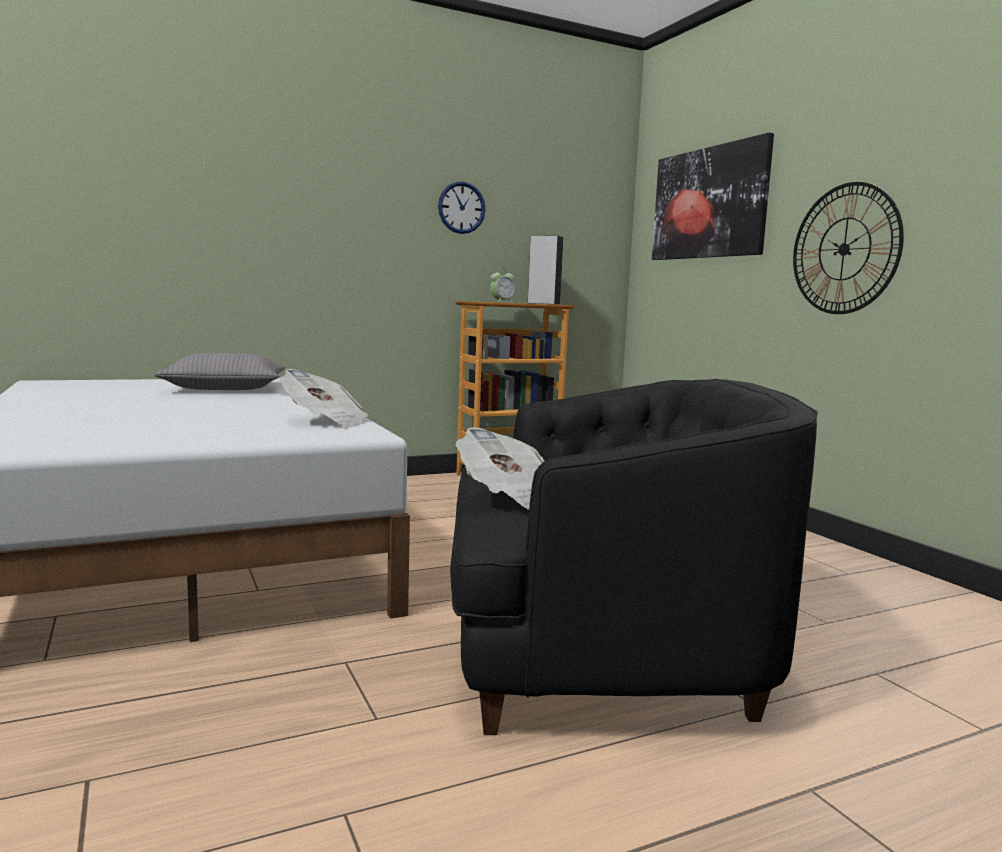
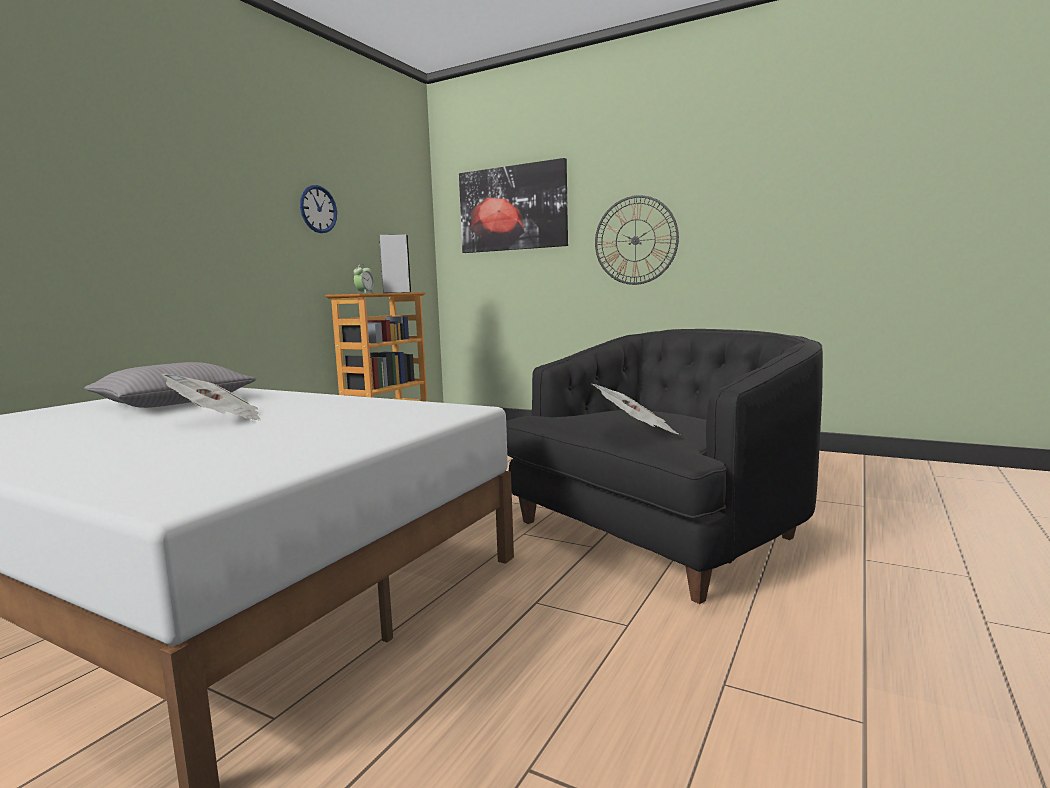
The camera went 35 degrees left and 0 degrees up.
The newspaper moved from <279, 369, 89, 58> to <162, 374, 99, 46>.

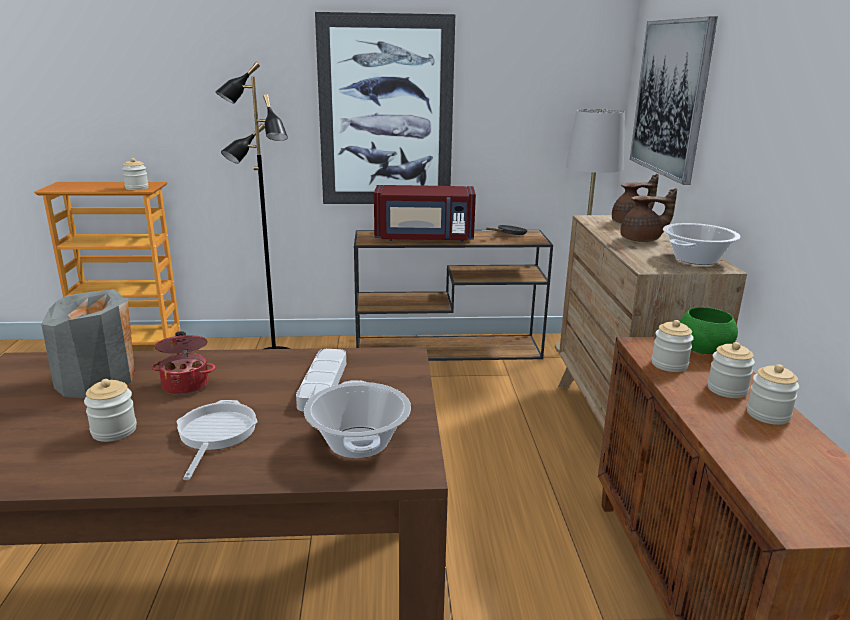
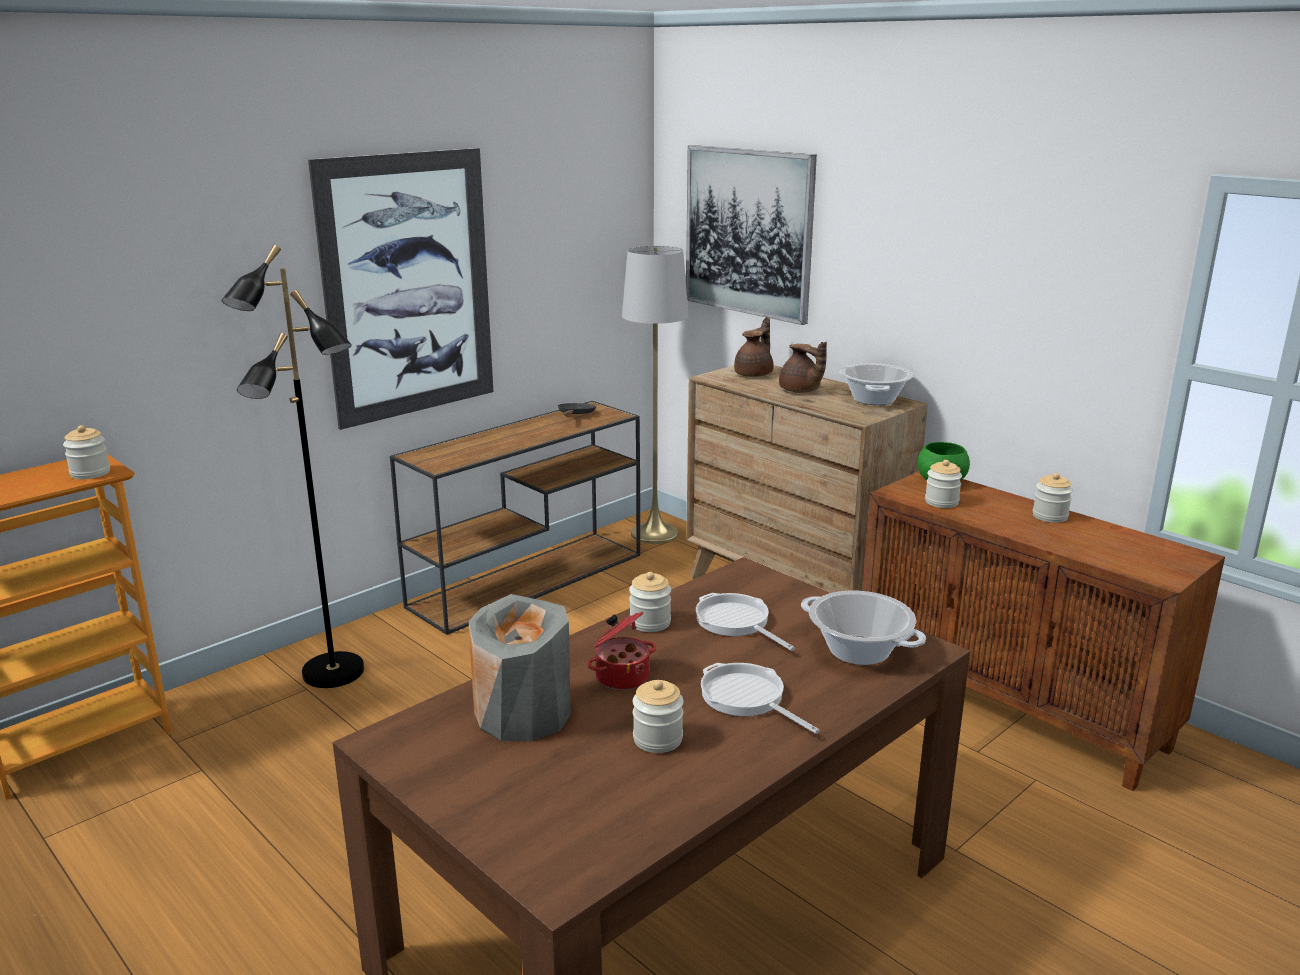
The camera went 40 degrees left and 0 degrees up.
The grey_tray at <296, 349, 50, 63> was replaced by the frying_pan at <696, 593, 99, 58>.
The red_microwave at <374, 185, 102, 57> disappeared.
The brown_teapot at <620, 188, 57, 54> turned 90 degrees clockwise.
The jar moved from <707, 342, 48, 56> to <629, 572, 42, 60>.

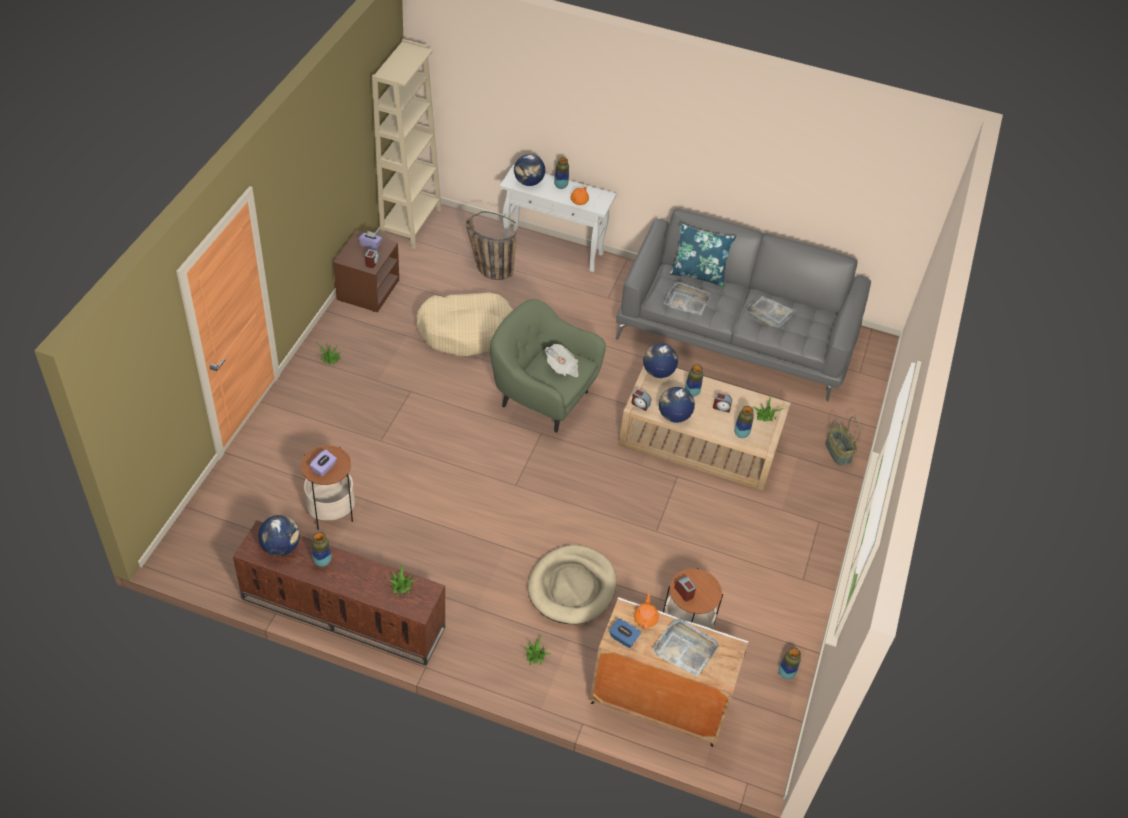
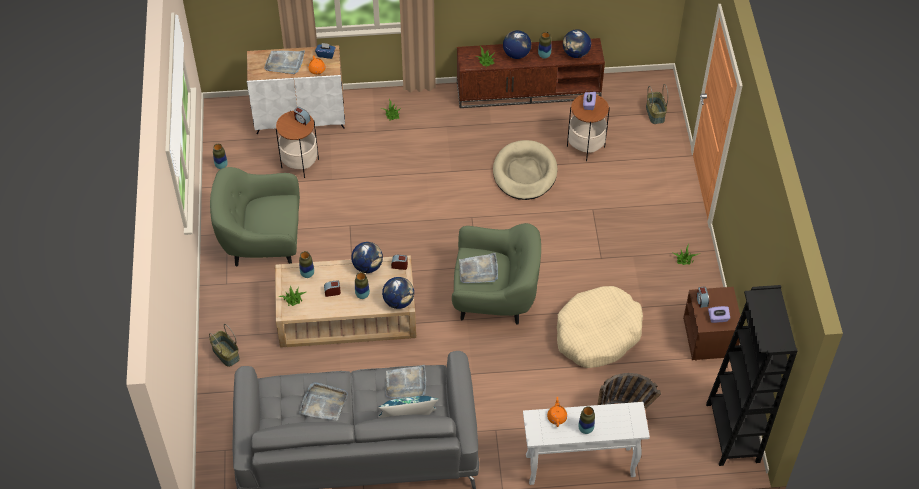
The camera went 160 degrees right and 5 degrees up.
The beige_bookcase at <372, 39, 70, 210> became the black_bookcase at <706, 285, 92, 181>.
The globe moved from <514, 154, 31, 32> to <503, 30, 28, 29>.
The beige_dog_bed moved from <528, 545, 88, 79> to <493, 140, 65, 60>.
The newspaper at <545, 344, 33, 33> was replaced by the grey_tray at <459, 253, 39, 30>.
The green_armchair at <210, 167, 90, 99> appeared.
The basket at <646, 84, 22, 40> appeared.

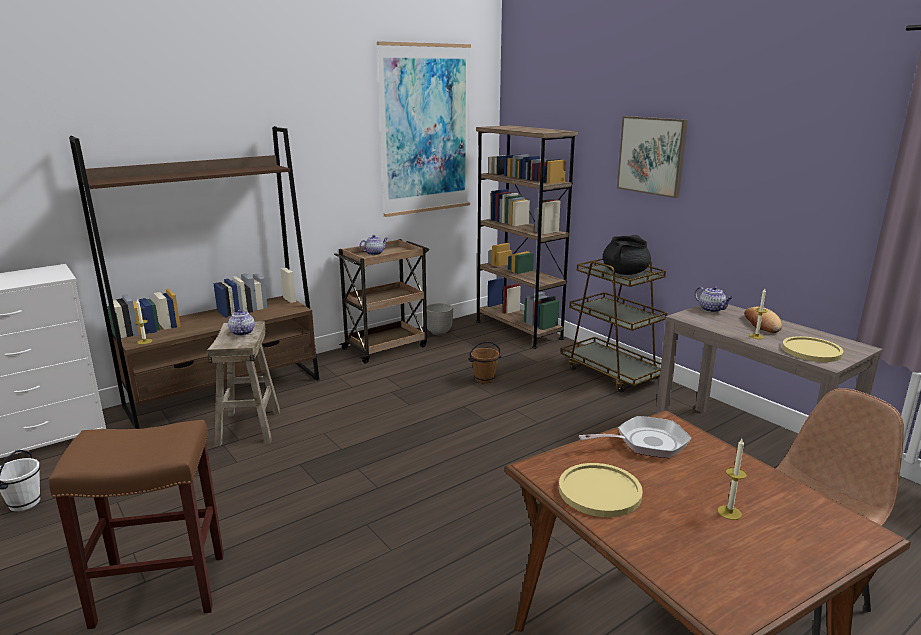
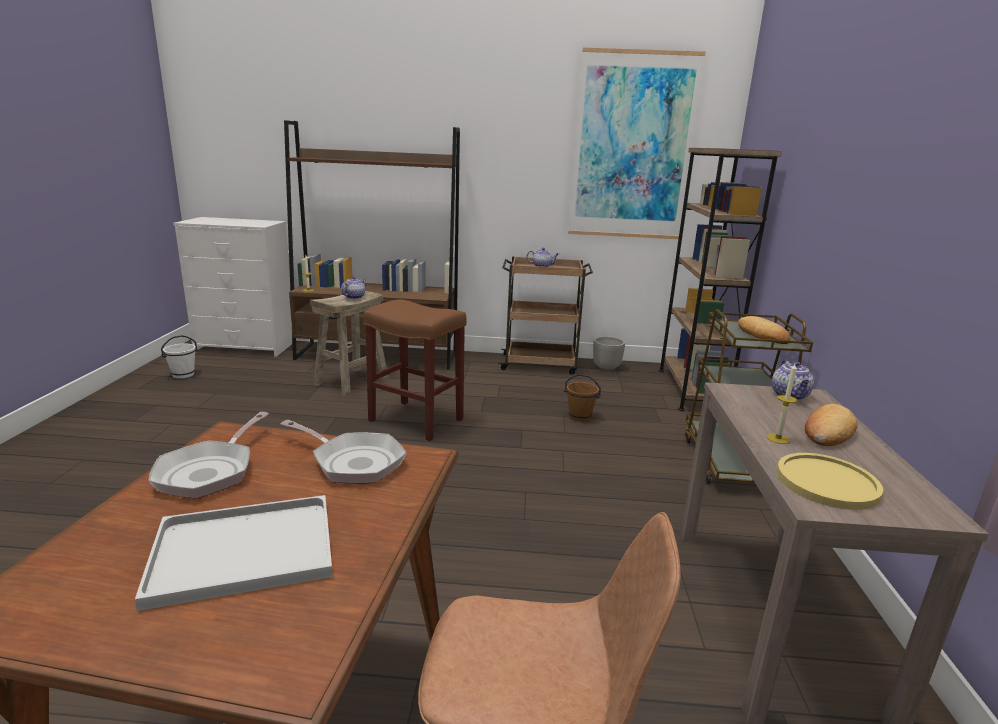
The camera went 40 degrees right and 0 degrees up.
The brown_stool moved from <49, 420, 175, 209> to <363, 300, 104, 141>.
The yellow_plate at <559, 463, 84, 54> was replaced by the frying_pan at <148, 412, 121, 87>.
The black_cooking_pot at <603, 235, 48, 40> was replaced by the bread at <738, 316, 52, 28>.
The picture at <617, 116, 71, 82> disappeared.
The candle at <718, 439, 29, 81> was replaced by the white_tray at <135, 495, 198, 116>.

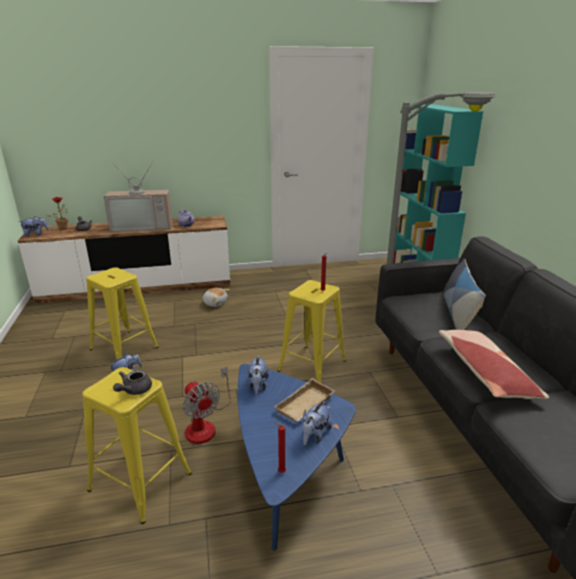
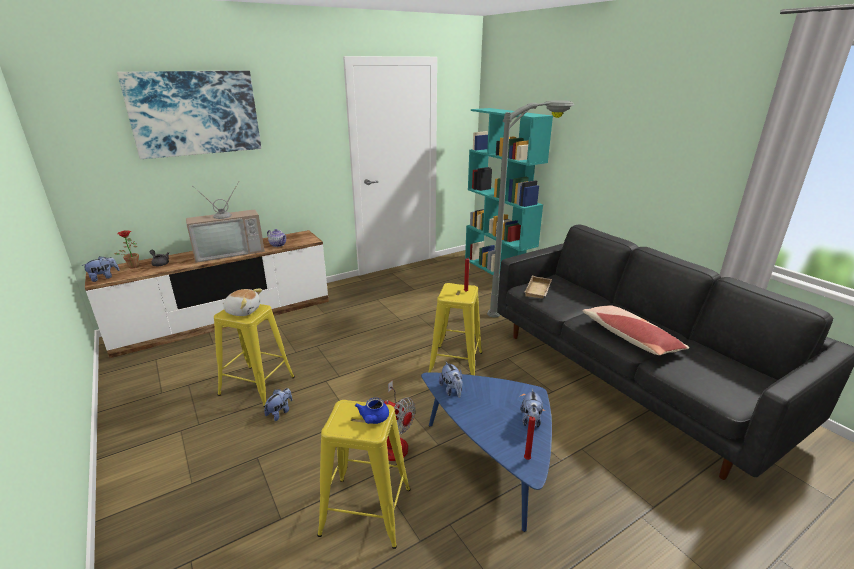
The camera went 20 degrees left and 0 degrees up.
The grey_teapot at <113, 370, 39, 25> became the blue_teapot at <355, 398, 34, 26>.
The plush_toy moved from <203, 288, 27, 19> to <223, 289, 39, 27>.
The beige_tray moved from <274, 378, 61, 44> to <525, 276, 27, 22>.
The pillow at <442, 258, 44, 72> disappeared.
The picture at <117, 71, 144, 88> appeared.

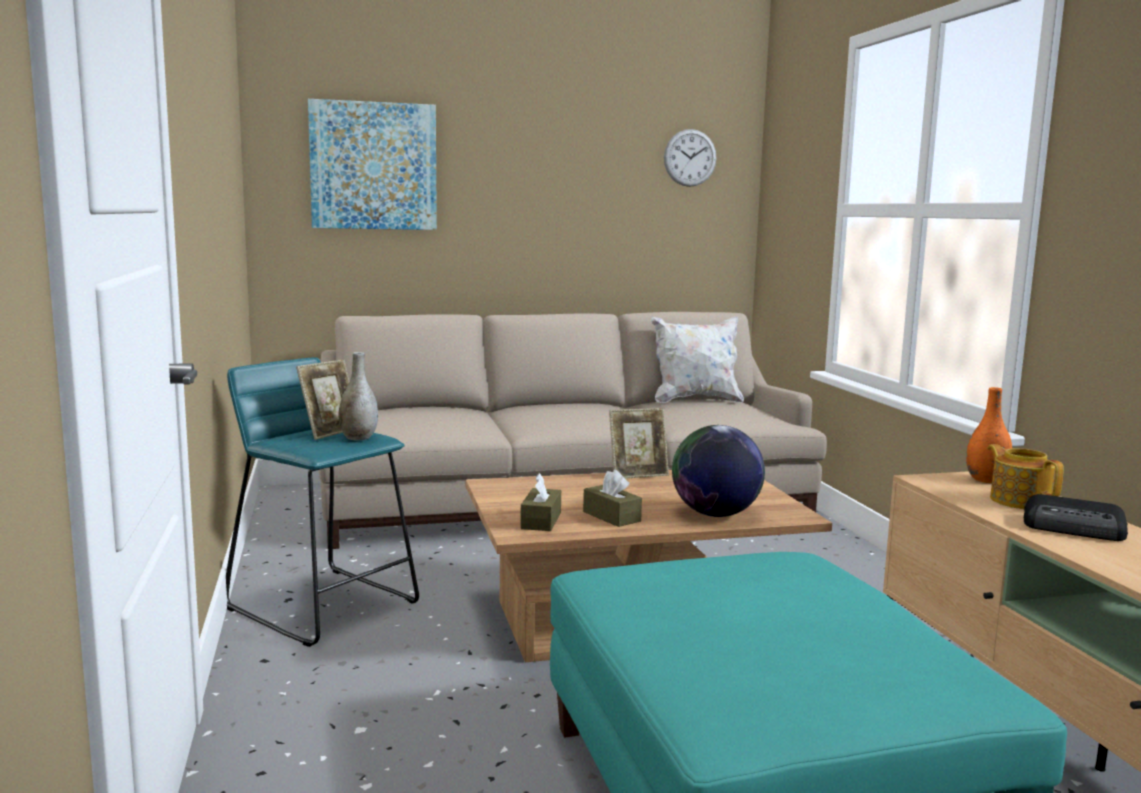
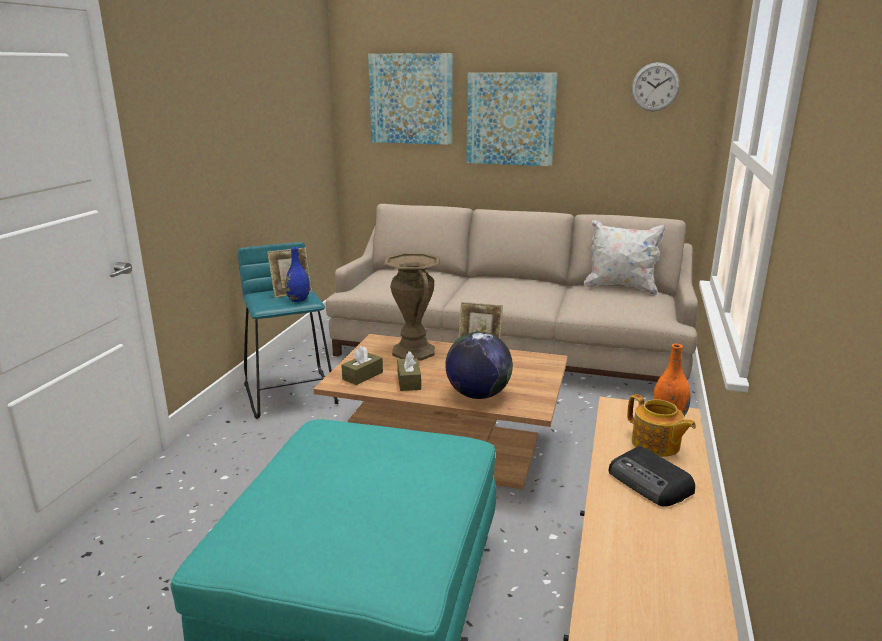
The camera went 30 degrees right and 10 degrees up.
The grey_vase at <338, 352, 40, 88> became the blue_vase at <285, 247, 25, 55>.
The teapot at <988, 444, 76, 65> turned 135 degrees clockwise.
The brown_vase at <384, 253, 56, 108> appeared.
The picture at <466, 73, 92, 93> appeared.

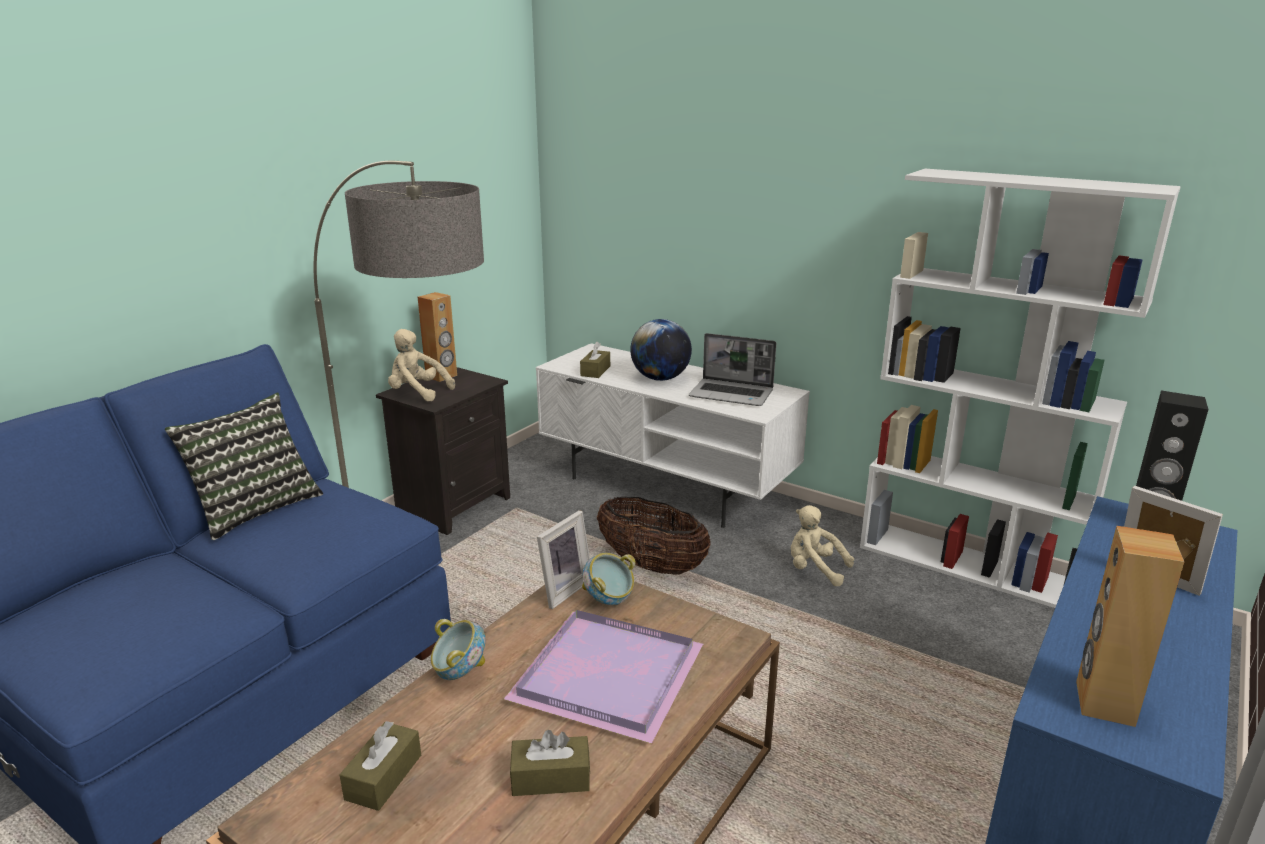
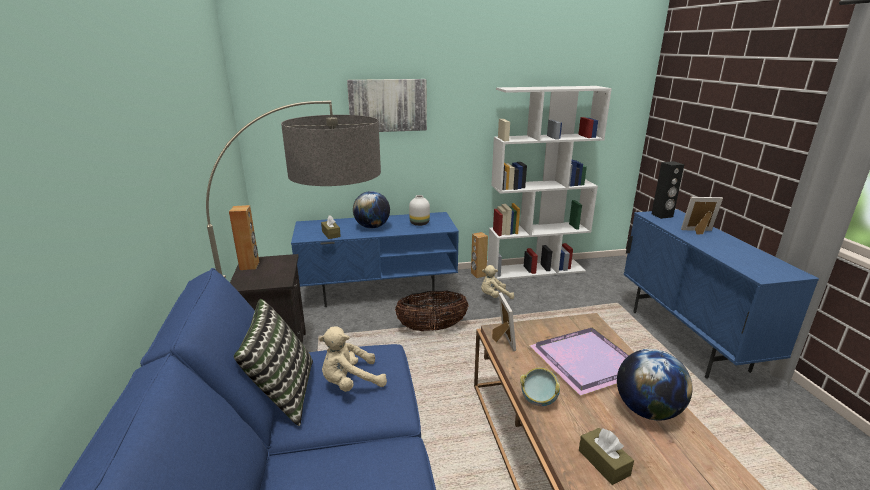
The camera went 45 degrees left and 0 degrees up.
The beige_plush_toy moved from <388, 329, 67, 72> to <319, 326, 68, 66>.
The brown_tissue_box at <510, 730, 80, 66> was replaced by the globe at <617, 349, 76, 72>.
The white_tv_stand at <536, 343, 274, 185> became the blue_tv_stand at <291, 212, 168, 95>.
The bowl at <582, 553, 54, 52> disappeared.
The laptop at <689, 333, 87, 73> was replaced by the white_vase at <409, 195, 21, 31>.
The brown_speaker moved from <1076, 526, 108, 201> to <471, 232, 17, 46>.
The picture at <347, 79, 80, 53> appeared.

